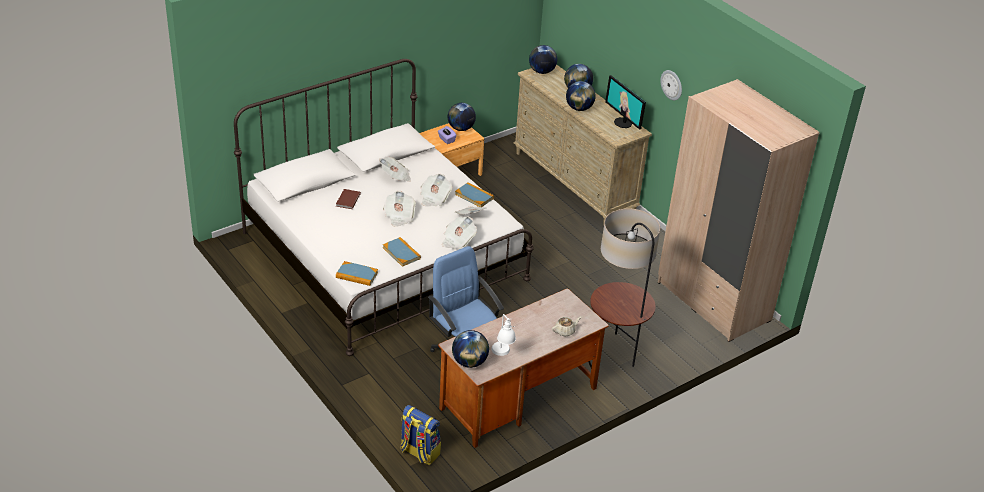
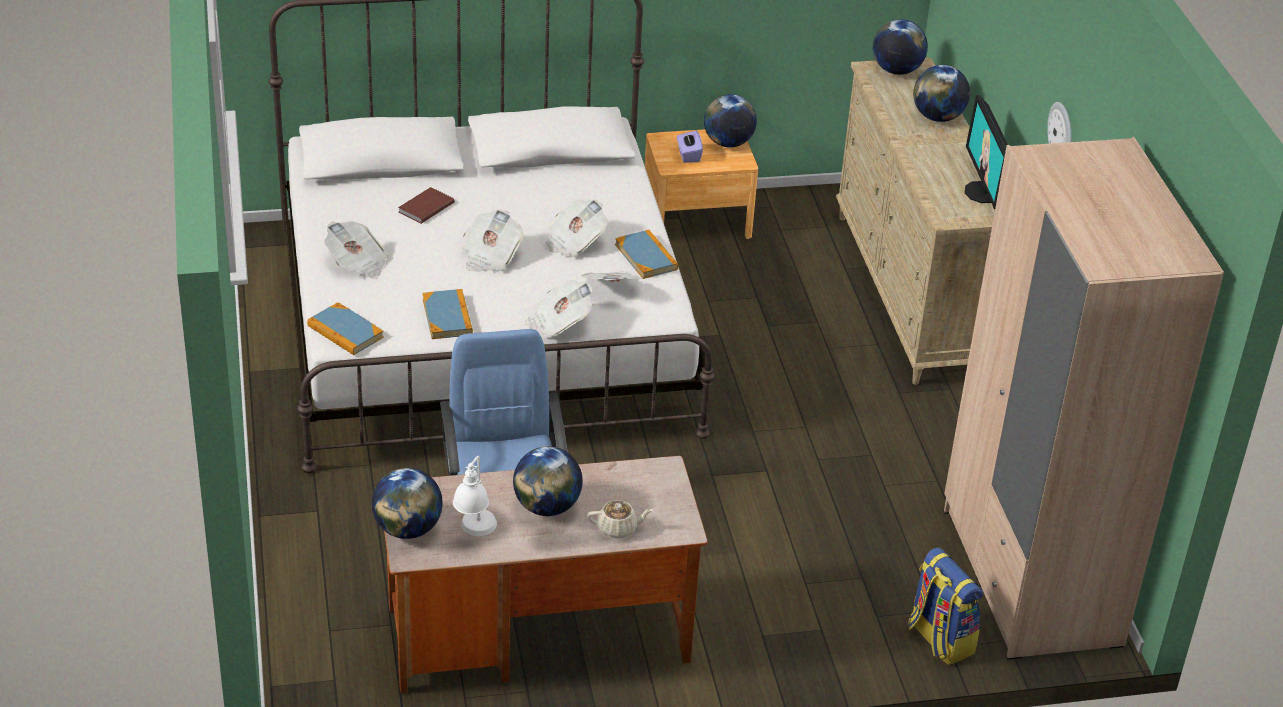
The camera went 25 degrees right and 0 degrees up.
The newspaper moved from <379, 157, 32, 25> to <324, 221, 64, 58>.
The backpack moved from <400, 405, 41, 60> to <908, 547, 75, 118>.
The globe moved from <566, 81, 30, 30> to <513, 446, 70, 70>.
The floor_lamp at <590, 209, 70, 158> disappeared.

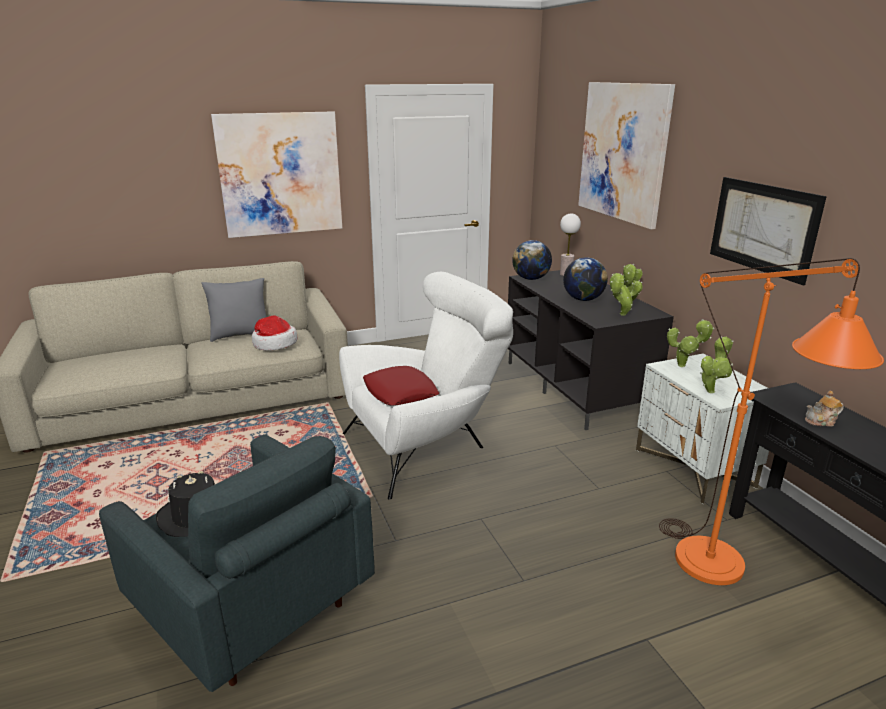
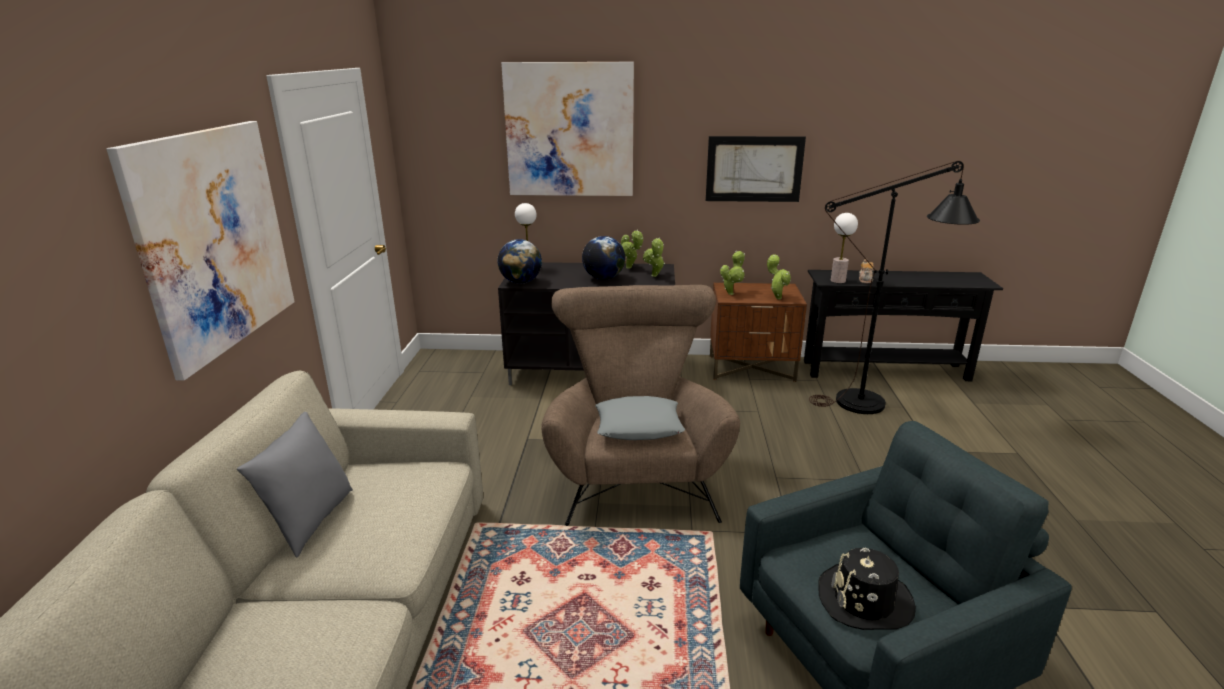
The camera went 65 degrees left and 0 degrees up.
The hat at <252, 315, 46, 36> disappeared.
The white_armchair at <339, 272, 174, 227> became the brown_armchair at <541, 285, 199, 241>.
The red_pillow at <363, 366, 76, 39> became the grey_pillow at <595, 396, 90, 44>.
The white_nightstand at <636, 354, 133, 150> became the brown_nightstand at <710, 283, 97, 99>.
The orange_floor_lamp at <659, 258, 225, 327> became the black_floor_lamp at <809, 161, 171, 253>.
The table_lamp at <831, 213, 27, 70> appeared.

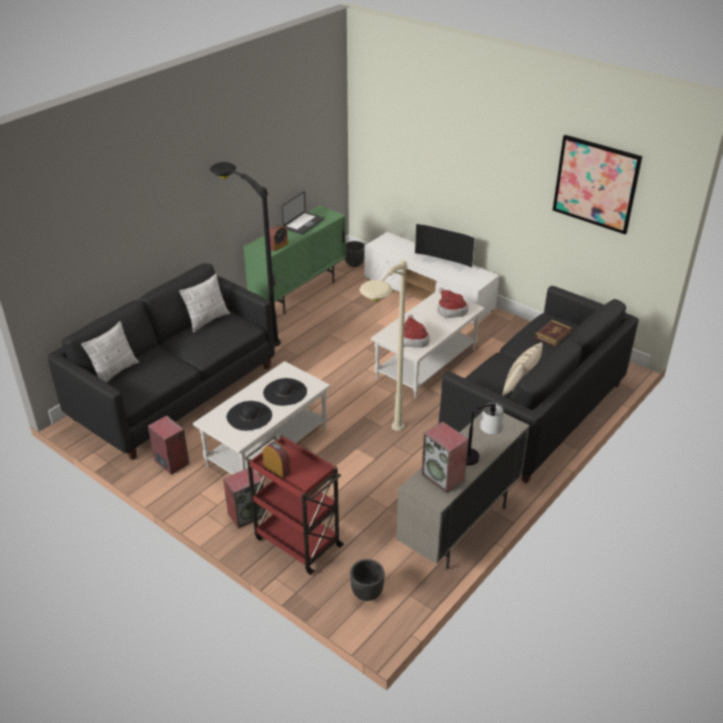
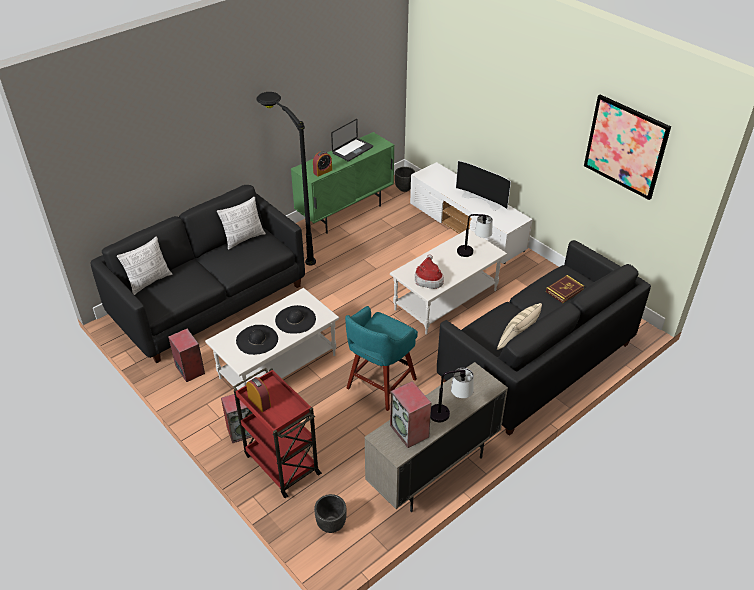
The camera went 10 degrees right and 5 degrees up.
The beige_floor_lamp at <360, 260, 48, 171> was replaced by the turquoise_stool at <345, 306, 73, 105>.
The hat at <438, 288, 30, 30> was replaced by the table_lamp at <457, 214, 35, 43>.

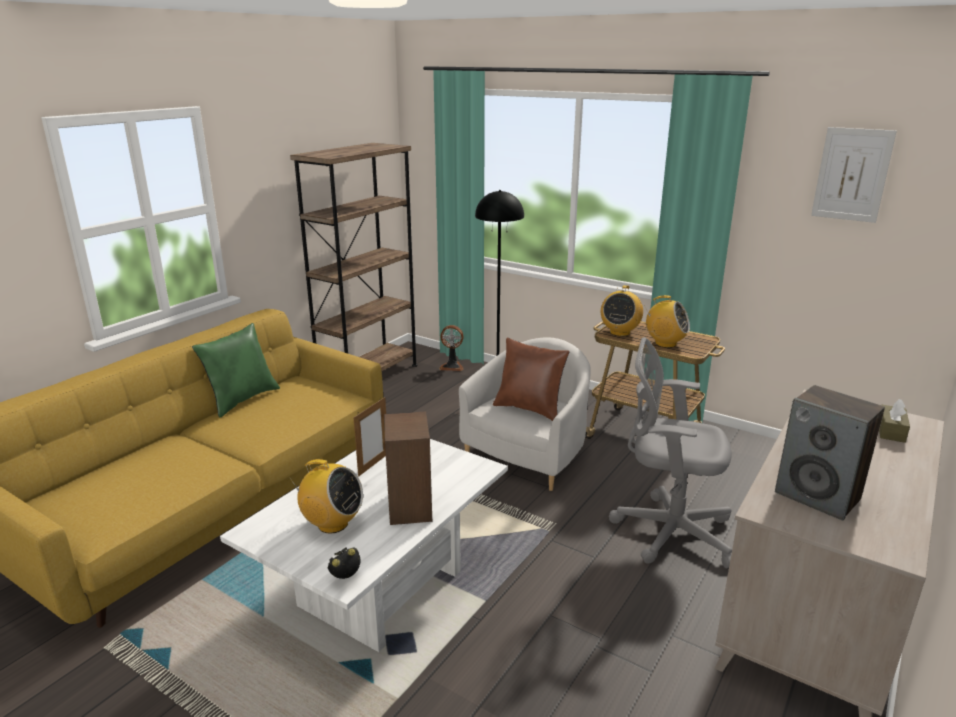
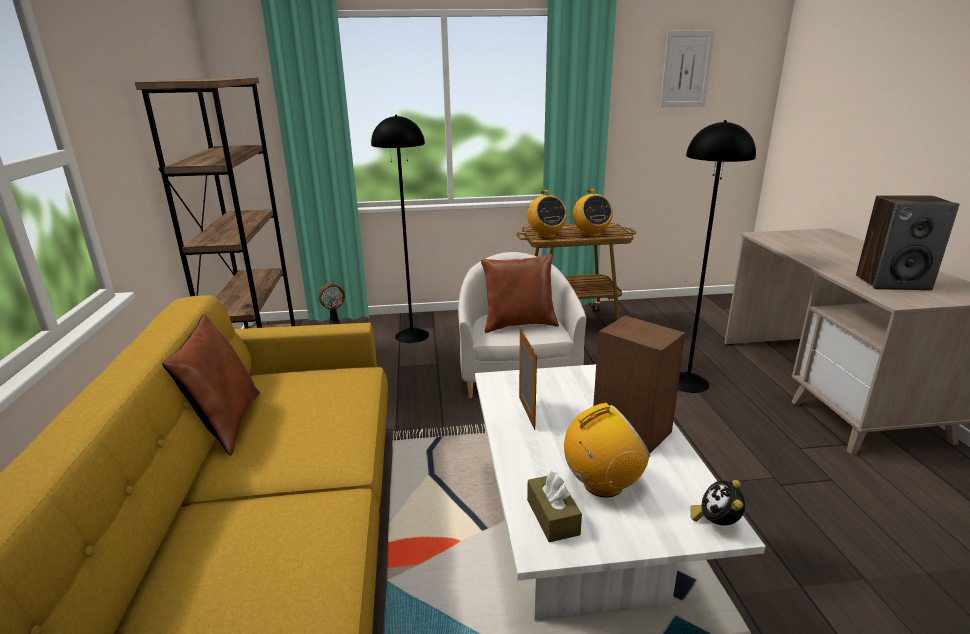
The camera went 40 degrees left and 0 degrees up.
The green_pillow at <192, 323, 88, 95> became the brown_pillow at <162, 314, 98, 142>.
The grey_office_chair at <609, 337, 123, 231> was replaced by the black_floor_lamp at <678, 120, 78, 273>.
The radio at <644, 295, 46, 53> turned 90 degrees clockwise.
The brown_tissue_box moved from <879, 399, 31, 44> to <527, 471, 55, 71>.

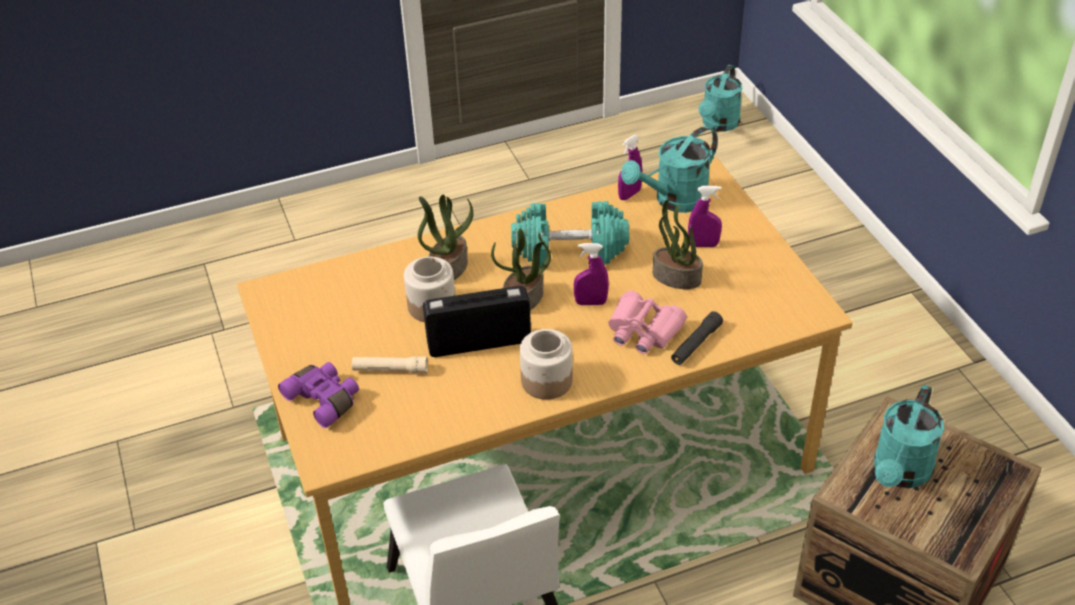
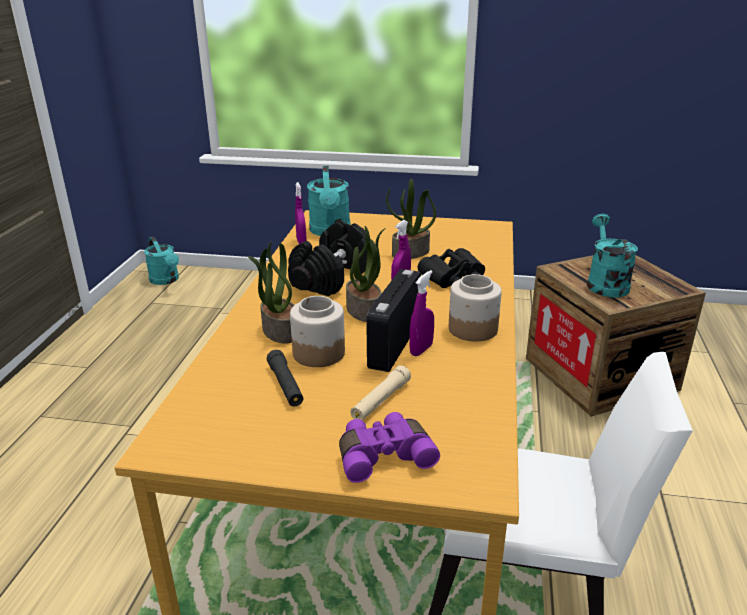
The camera went 60 degrees left and 15 degrees down.
The turquoise_dumbbell at <511, 201, 118, 66> became the black_dumbbell at <288, 220, 79, 76>.
The pink_binoculars at <608, 291, 79, 63> became the black_binoculars at <418, 248, 67, 40>.
The black_flashlight moved from <671, 311, 52, 54> to <267, 350, 36, 56>.
The purple_spray_bottle moved from <688, 186, 34, 61> to <410, 270, 24, 86>.
The turquoise_watering_can at <874, 385, 70, 103> turned 150 degrees counterclockwise.

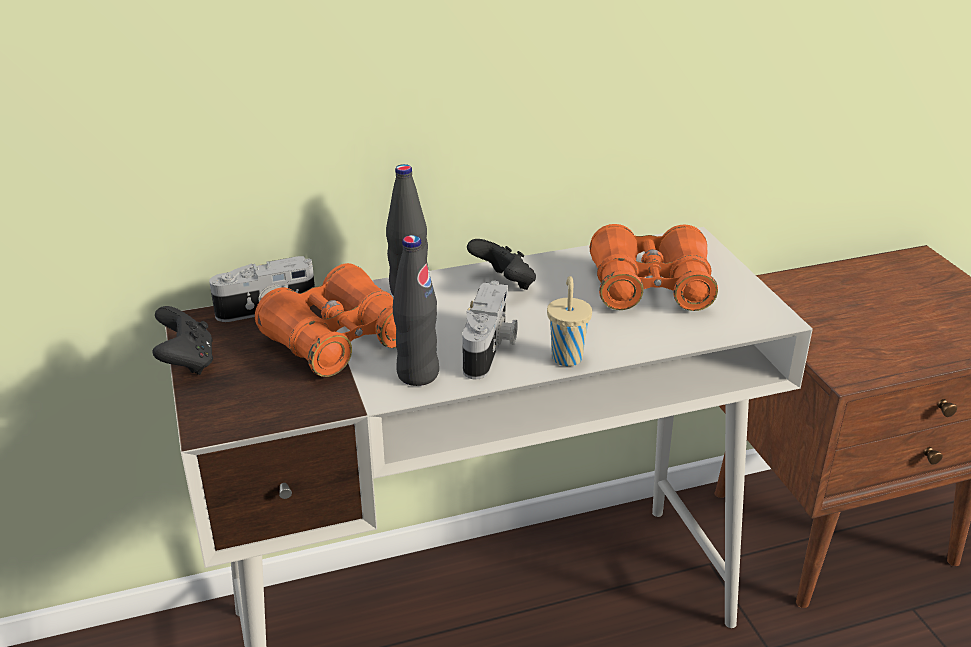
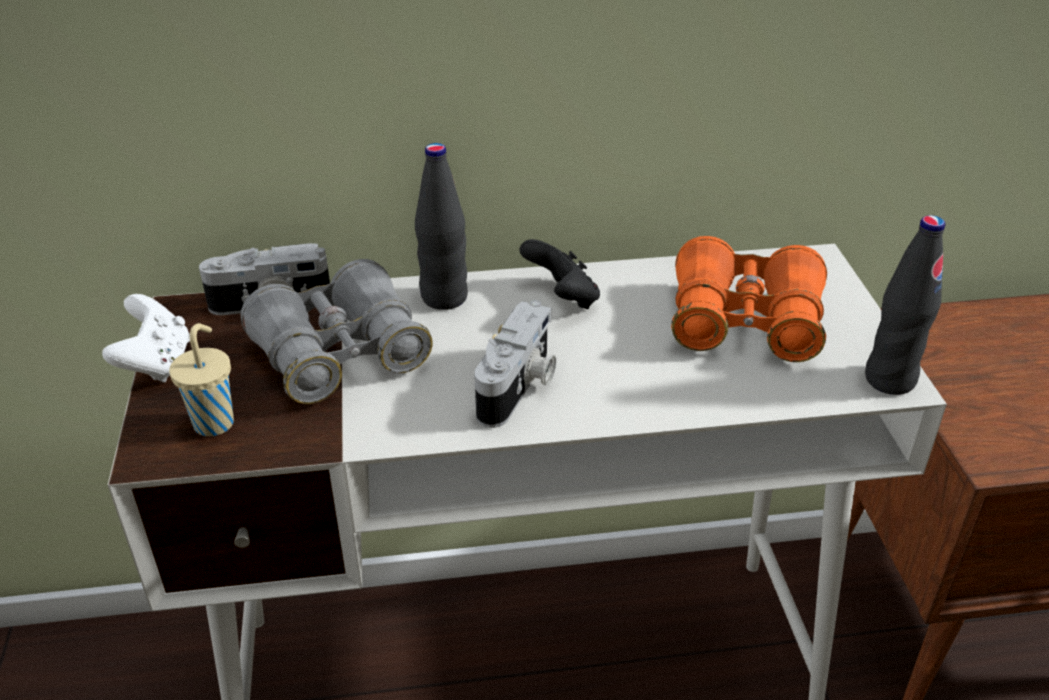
The camera went 10 degrees right and 5 degrees up.
The black_game_controller at <152, 306, 61, 69> became the white_game_controller at <102, 294, 88, 89>.
The orange_binoculars at <255, 263, 142, 114> became the grey_binoculars at <241, 259, 192, 145>.
The black_bottle moved from <393, 235, 46, 151> to <865, 215, 80, 180>.
The beige_cup moved from <547, 276, 45, 90> to <169, 323, 65, 113>.

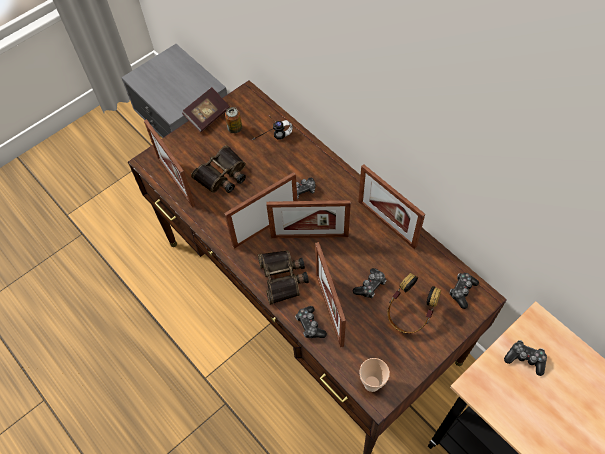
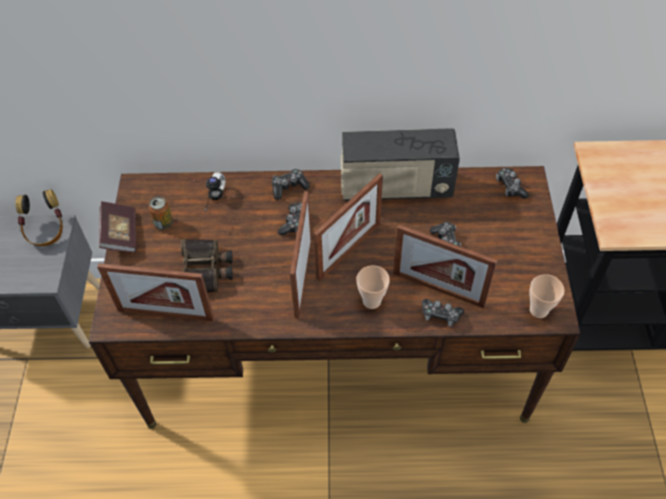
The camera went 50 degrees left and 5 degrees down.
The binoculars at <258, 250, 51, 55> was replaced by the cup at <356, 265, 34, 44>.
The picture_frame at <358, 164, 67, 85> was replaced by the radio at <341, 128, 119, 73>.
The headphones moved from <388, 273, 53, 60> to <16, 189, 47, 57>.
The game_controller moved from <504, 340, 43, 36> to <272, 169, 38, 31>.

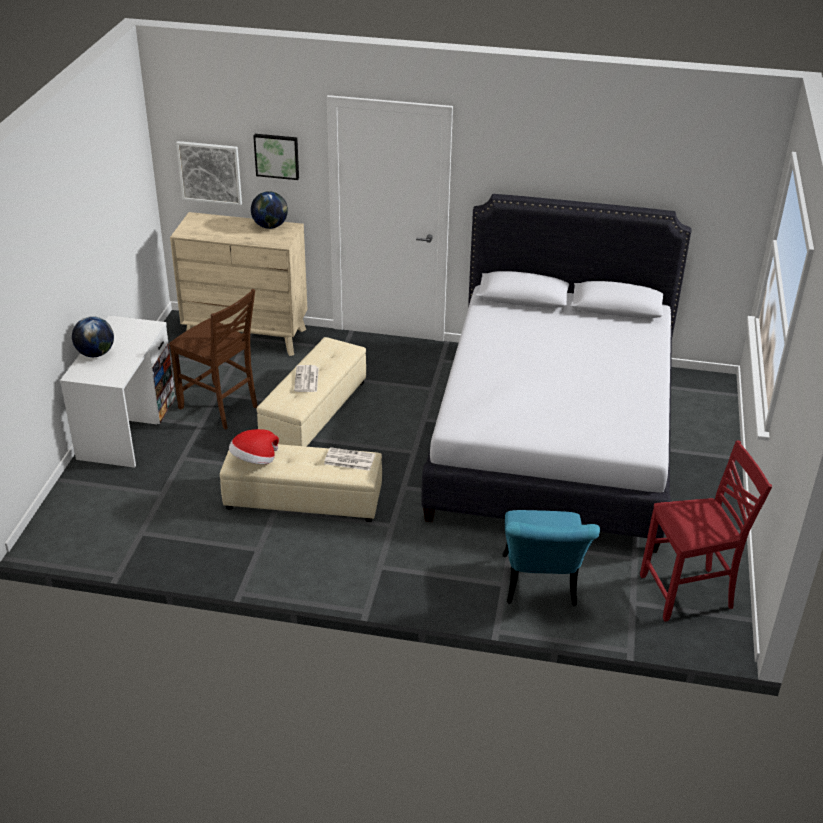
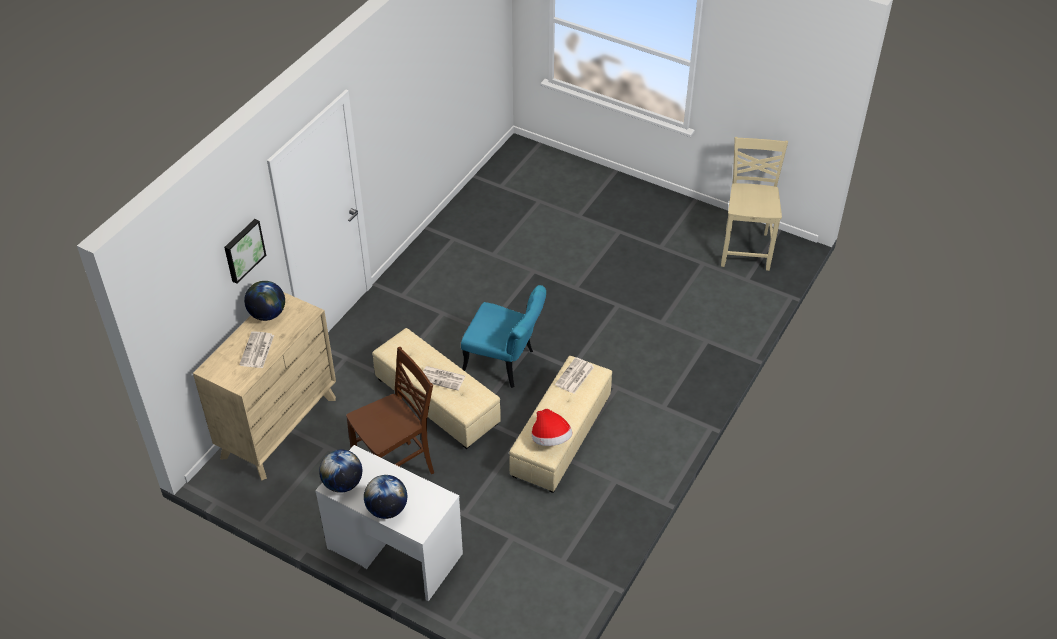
The camera went 70 degrees left and 10 degrees up.
The picture at <176, 141, 66, 65> disappeared.
The white_bed at <421, 194, 270, 359> disappeared.
The turquoise_chair moved from <502, 510, 98, 96> to <461, 285, 85, 103>.
The red_chair at <640, 440, 132, 181> became the beige_chair at <721, 137, 67, 134>.
The newspaper at <239, 331, 35, 37> appeared.
The globe at <319, 449, 43, 44> appeared.

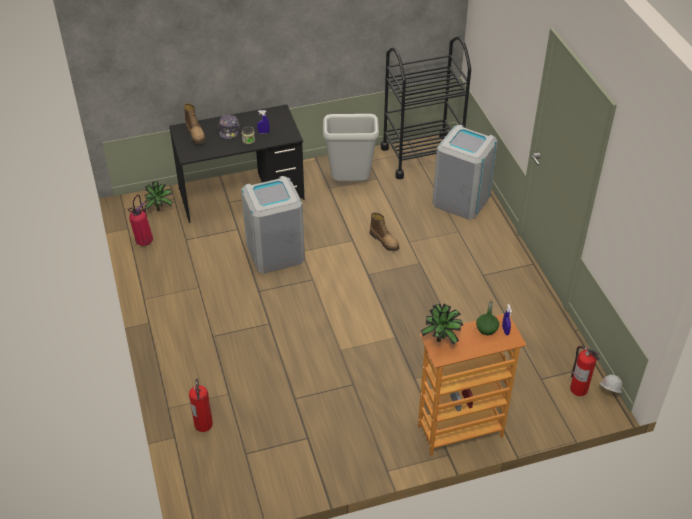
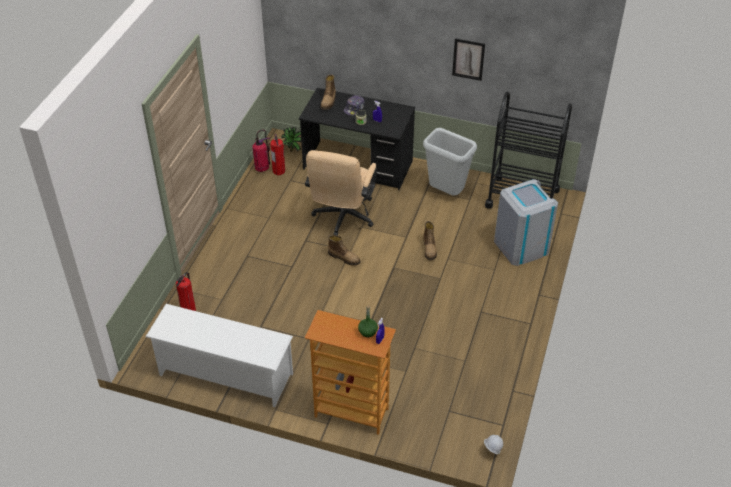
The camera went 35 degrees right and 0 degrees up.
The grey_trash_can at <241, 176, 64, 98> was replaced by the beige_office_chair at <305, 150, 72, 85>.
The potted_plant at <421, 304, 42, 41> disappeared.
The fire_extinguisher moved from <570, 346, 29, 50> to <270, 134, 15, 41>.
The white_shoe_rack at <145, 304, 148, 103> appeared.
The boot at <328, 235, 33, 31> appeared.
The picture at <452, 38, 33, 43> appeared.

